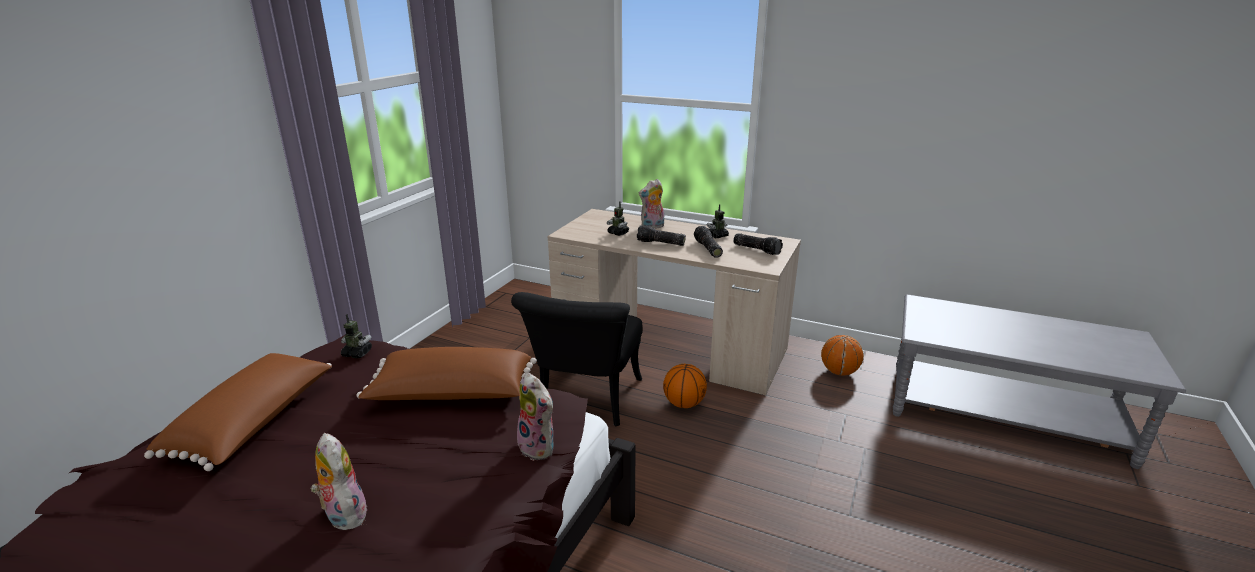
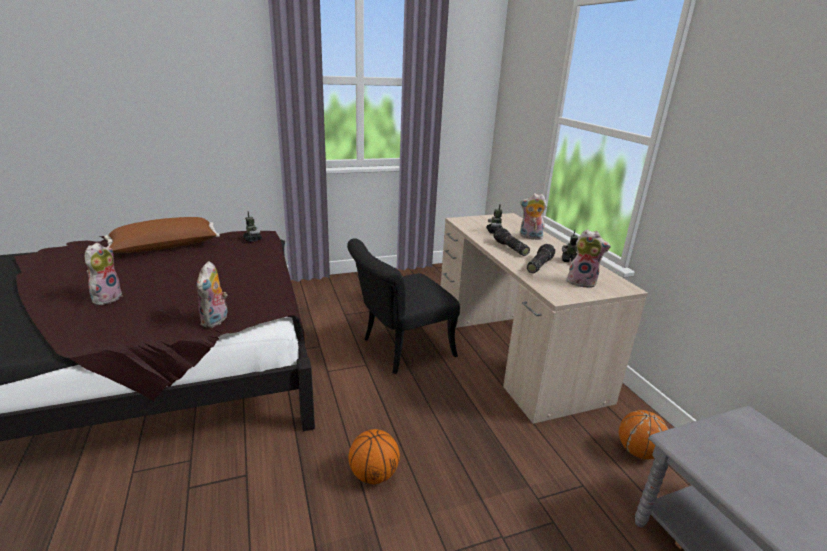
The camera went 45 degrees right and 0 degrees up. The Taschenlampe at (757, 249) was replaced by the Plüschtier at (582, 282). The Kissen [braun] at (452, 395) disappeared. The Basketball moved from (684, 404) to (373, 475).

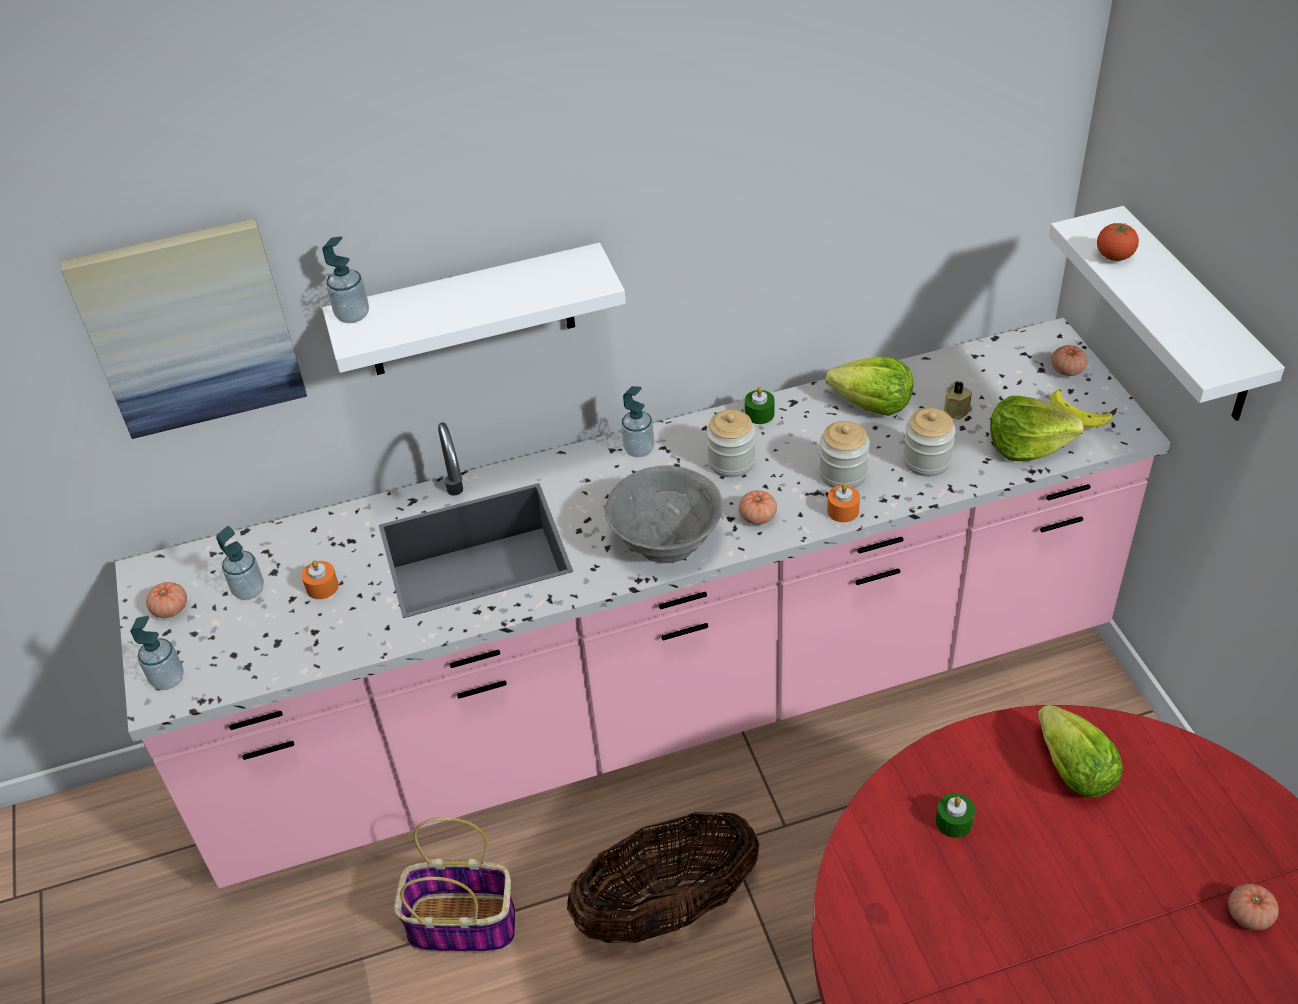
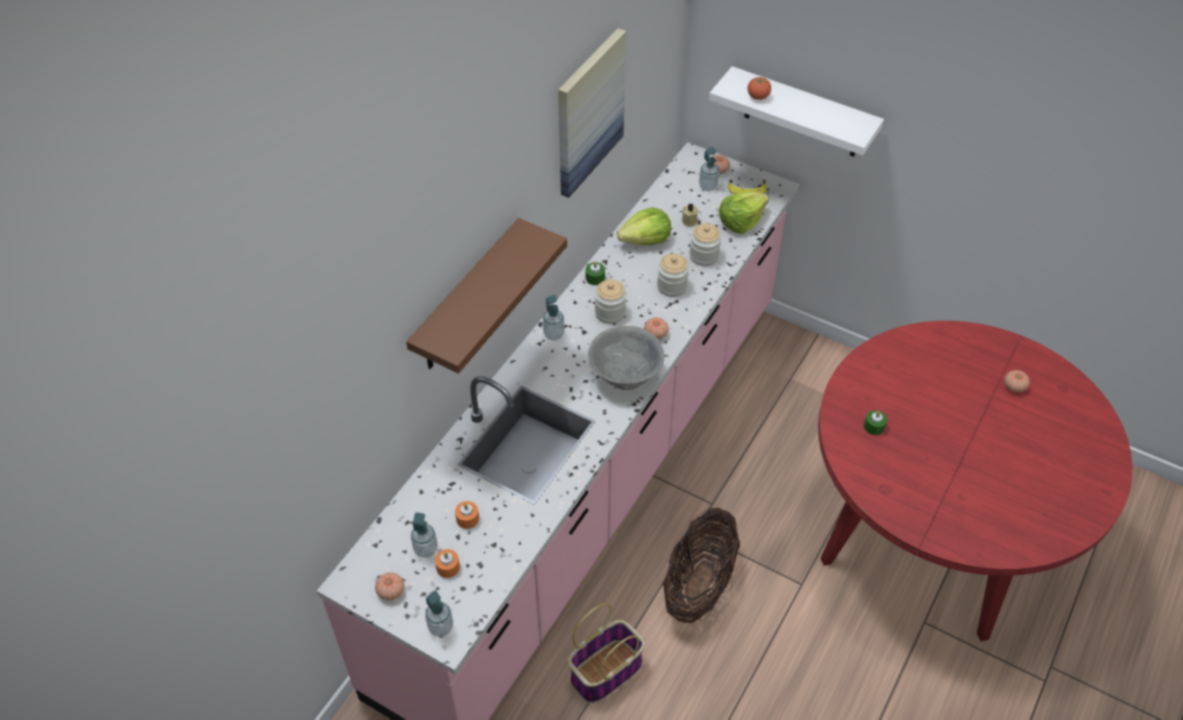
The camera went 45 degrees left and 5 degrees up. The Bild moved from (190, 328) to (588, 112). The Seifenspender moved from (352, 315) to (708, 186). The Wandregal [weiß] at (470, 312) became the Wandregal [braun] at (467, 299). The Kerze [orange] moved from (843, 511) to (448, 567). The Salatkopf at (1074, 771) disappeared.

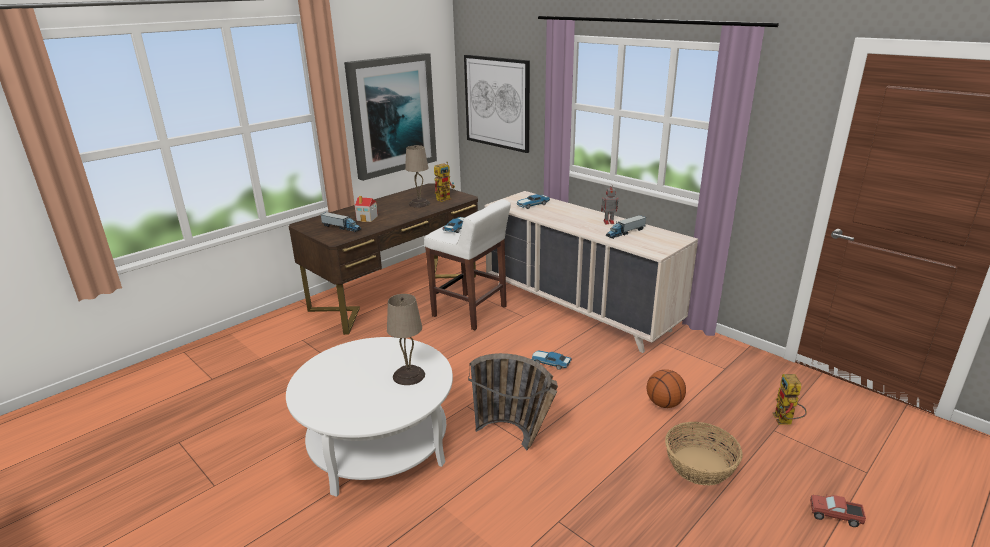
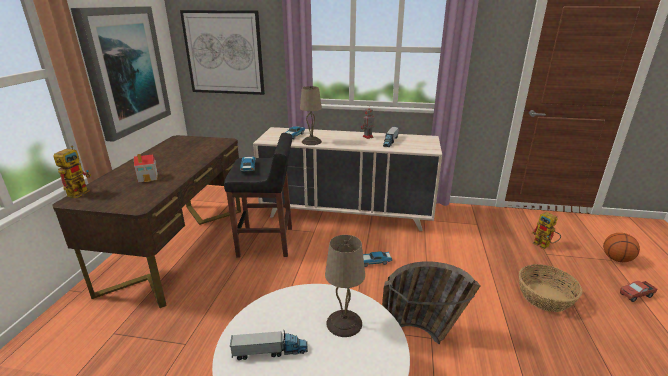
The camera went 35 degrees left and 0 degrees up. The Tischlampe [beige] moved from (419, 204) to (311, 142). The Spielzeugroboter moved from (445, 198) to (80, 191). The Hocker [weiß] at (470, 312) became the Hocker [schwarz] at (267, 242). The Spielzeuglaster moved from (341, 227) to (270, 351). The Basketball moved from (664, 403) to (616, 259).

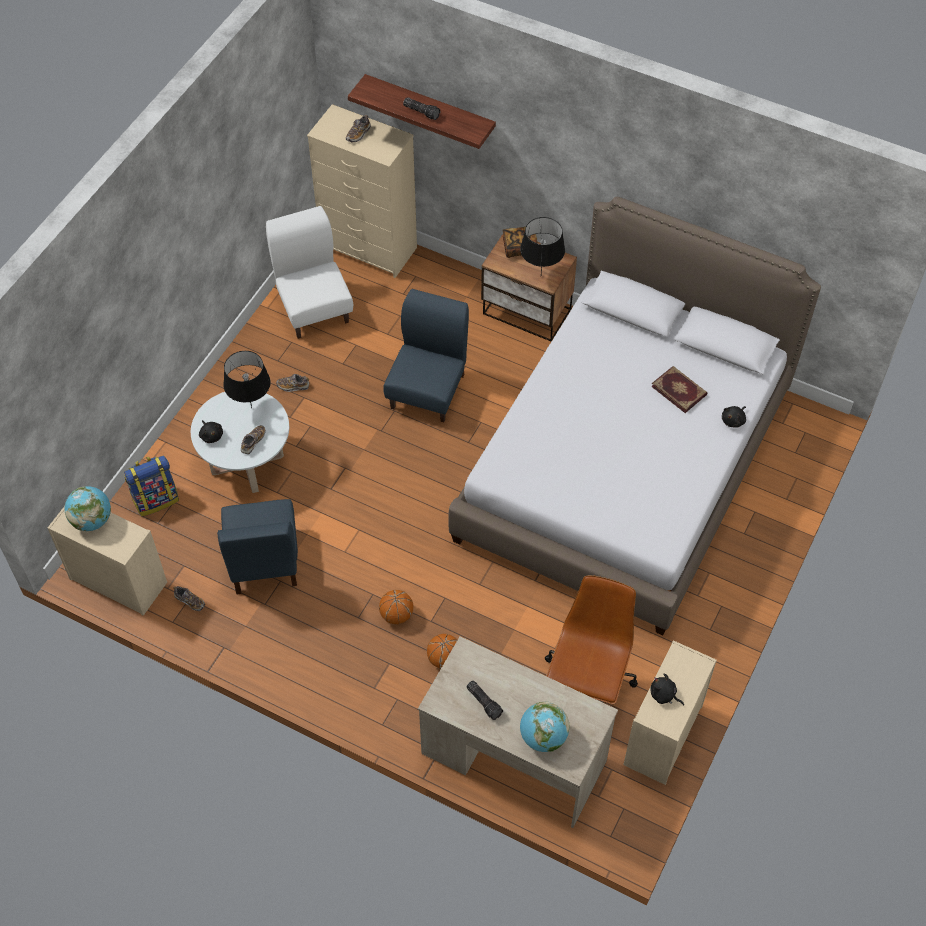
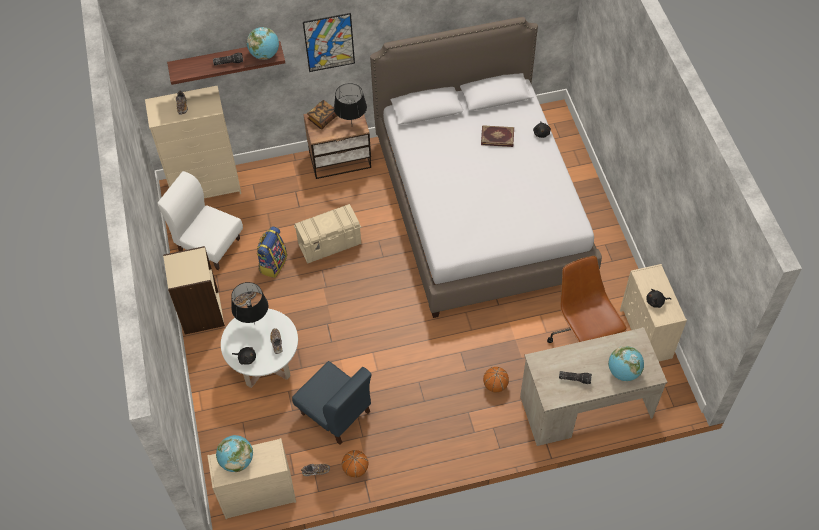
The camera went 40 degrees left and 0 degrees up. The Stuhl [blau] at (428, 391) was replaced by the Aufbewahrungsbox [beige] at (330, 244). The Rucksack moved from (156, 499) to (273, 263). The Basketball moved from (396, 615) to (355, 469). The Bild at (329, 42) appeared. The Globus at (265, 55) appeared. The Bücherregal [beige] at (201, 313) appeared.

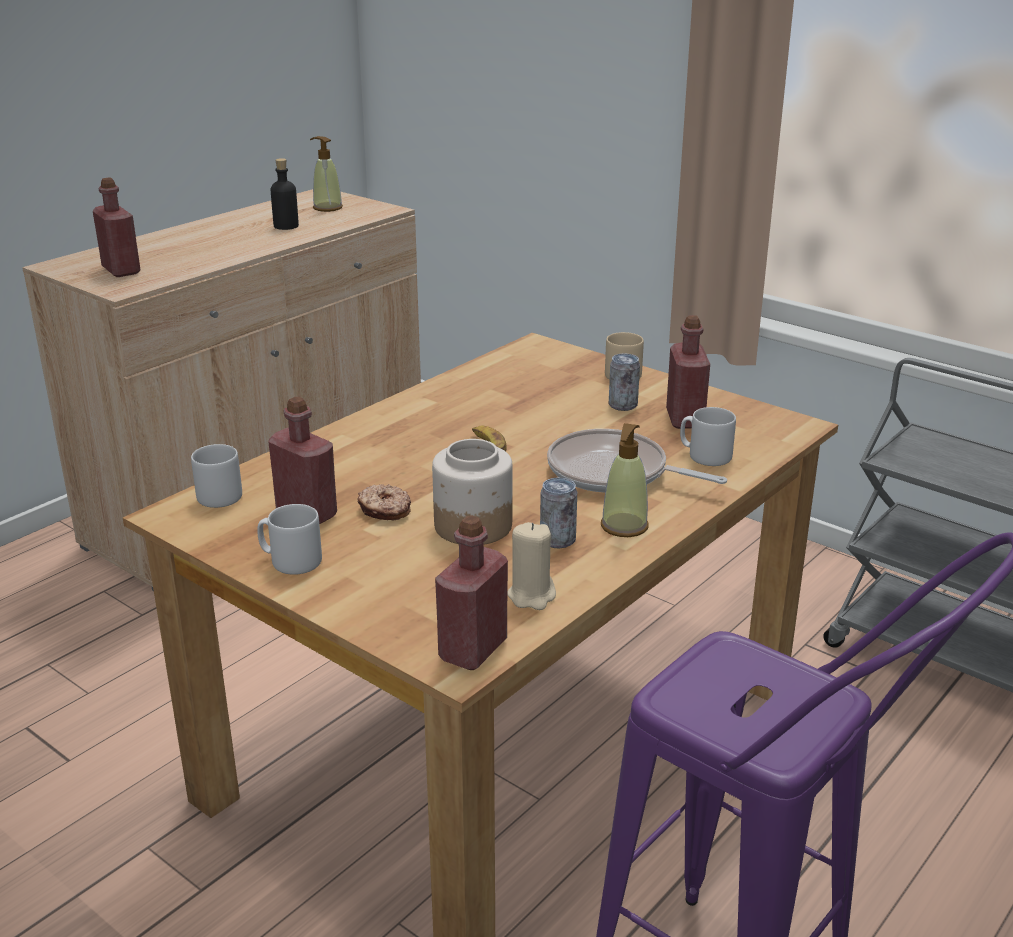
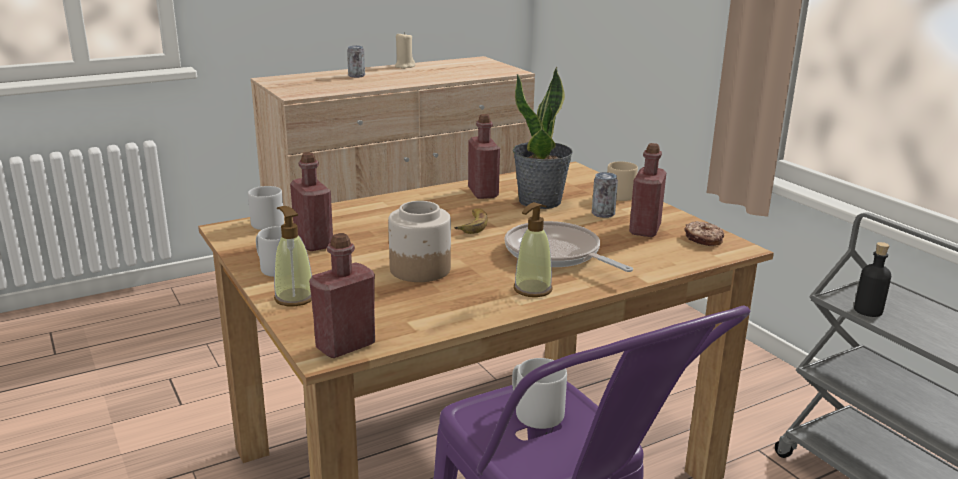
The camera went 20 degrees right and 5 degrees down. The Seifenspender moved from (327, 208) to (294, 298). The Flasche [schwarz] moved from (286, 226) to (868, 310). The Flasche [rot] moved from (121, 270) to (483, 193). The Henkelbecher [grau] moved from (705, 456) to (535, 412). The Dose moved from (557, 540) to (356, 76). The Donut moved from (385, 510) to (703, 239). The Kerze [beige] moved from (532, 596) to (404, 66). The Topfpflanze at (540, 201) appeared.

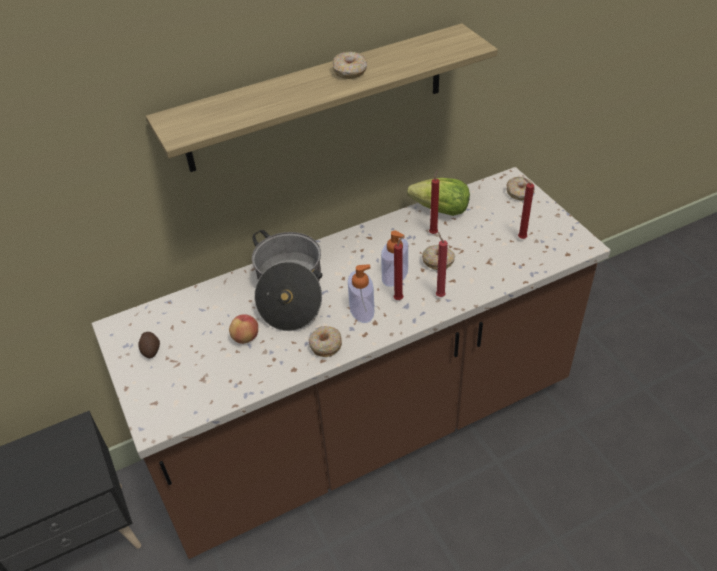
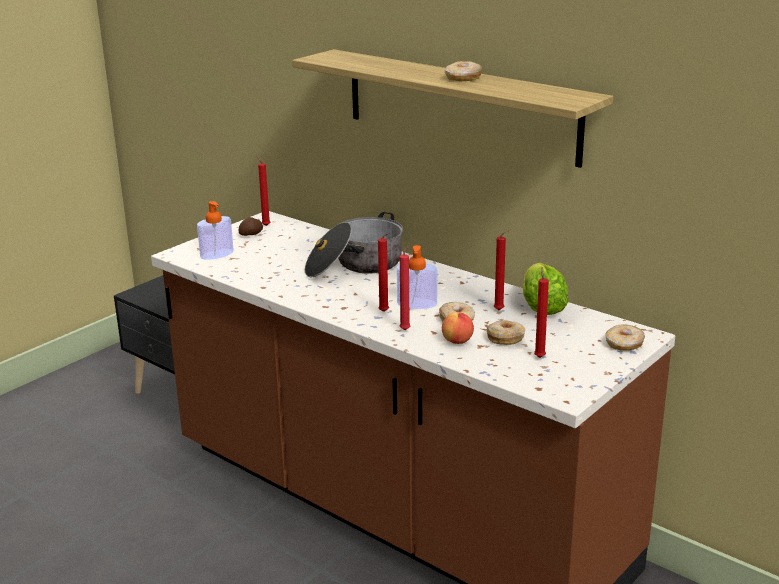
The camera went 65 degrees right and 20 degrees down. The Seifenspender moved from (361, 310) to (217, 254). The Apfel moved from (245, 337) to (457, 341). The Donut moved from (325, 345) to (505, 338). The Kerze [rot] at (265, 225) appeared.

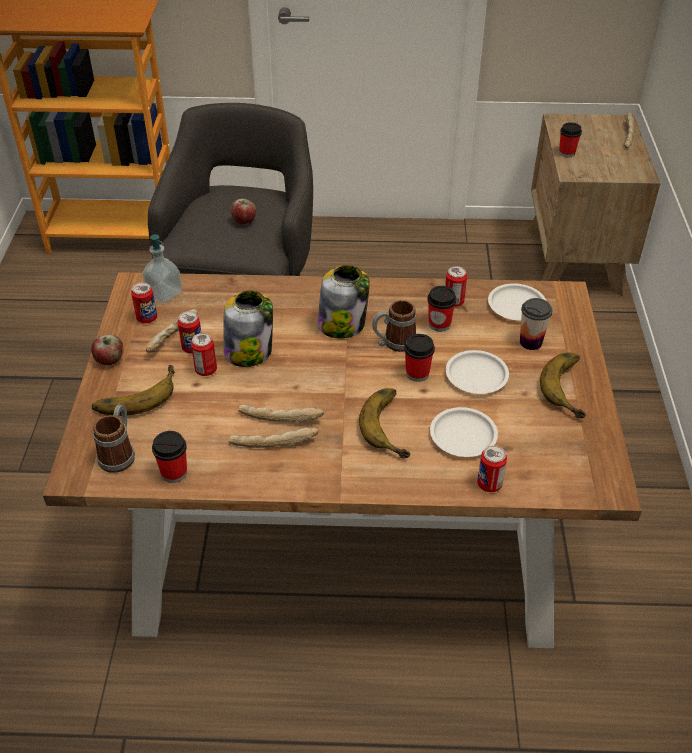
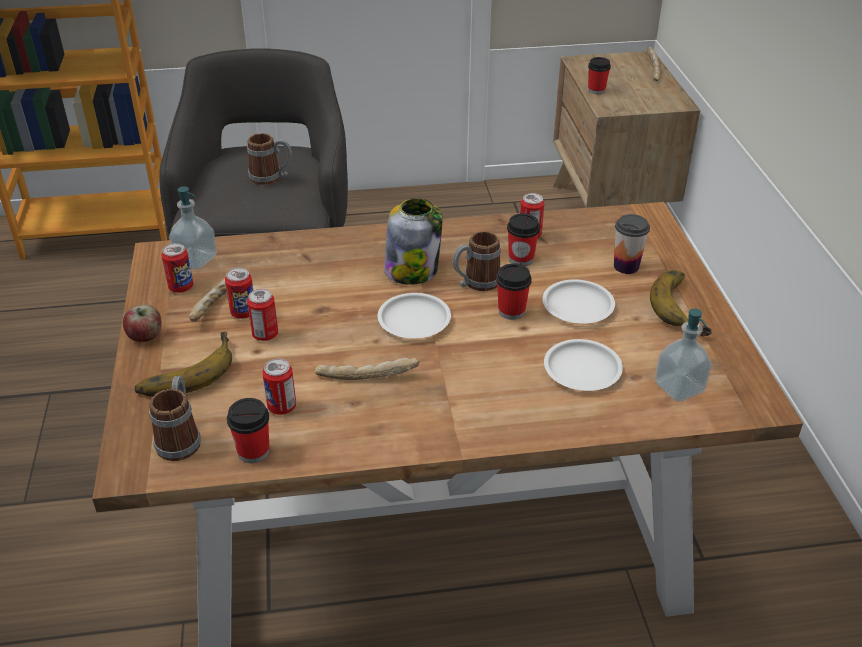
The camera went 10 degrees left and 5 degrees down. The Apfel at (244, 221) was replaced by the Henkelbecher at (271, 178). The Teller [weiß] moved from (516, 306) to (414, 321). The Vorratsglas at (249, 351) disappeared. The Banane at (393, 425) disappeared. The Brot at (273, 442) disappeared. The Dose moved from (489, 484) to (282, 407). The Seifenspender at (679, 388) appeared.

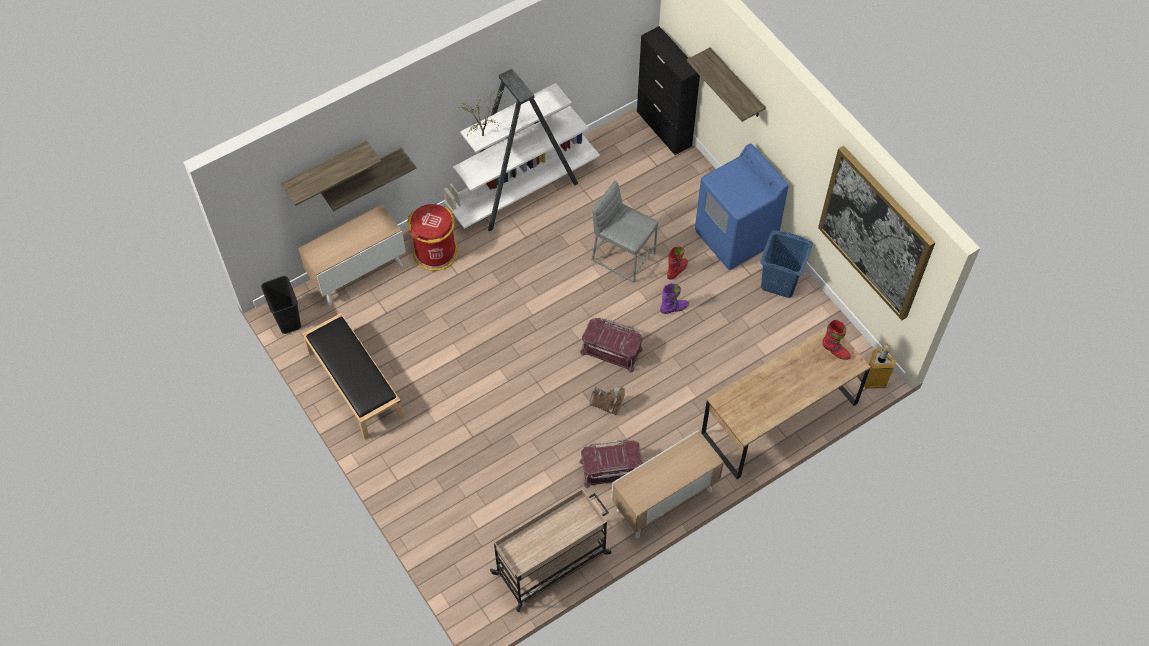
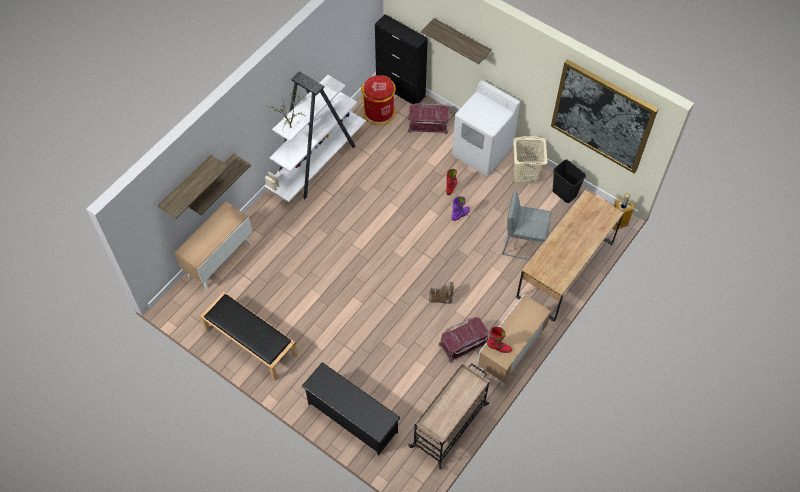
The camera went 20 degrees left and 0 degrees up. The Waschmaschine [blau] at (735, 237) became the Waschmaschine [weiß] at (482, 152). The Hocker [grau] moved from (623, 256) to (523, 244). The Mülleimer [rot] moved from (435, 252) to (379, 112). The Wäschekorb [blau] at (780, 281) became the Wäschekorb [beige] at (526, 173). The Mülleimer [schwarz] moved from (288, 320) to (564, 193). The Aufbewahrungsbox [rot] moved from (612, 350) to (428, 124). The Stiefel [rot] moved from (835, 351) to (499, 347). The Schuhregal [schwarz] at (352, 418) appeared.

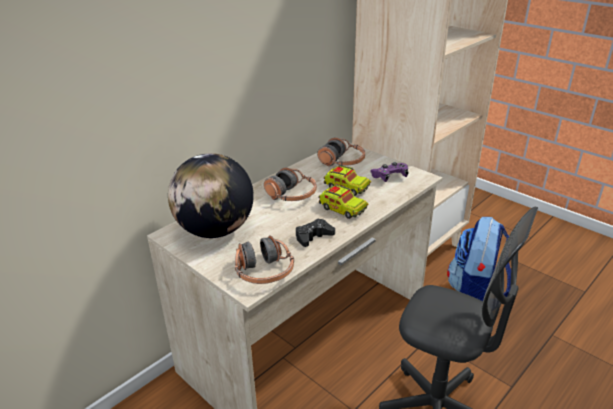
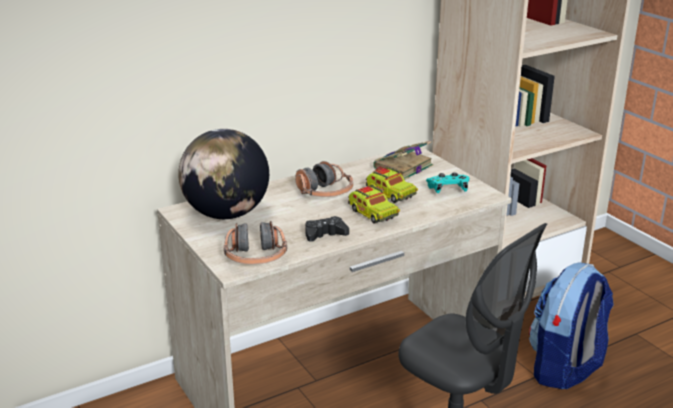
The camera went 15 degrees right and 5 degrees down. The Kopfhörer at (342, 162) was replaced by the Buch at (402, 167). The Gamepad [lila] at (389, 177) became the Gamepad [türkis] at (447, 190).

